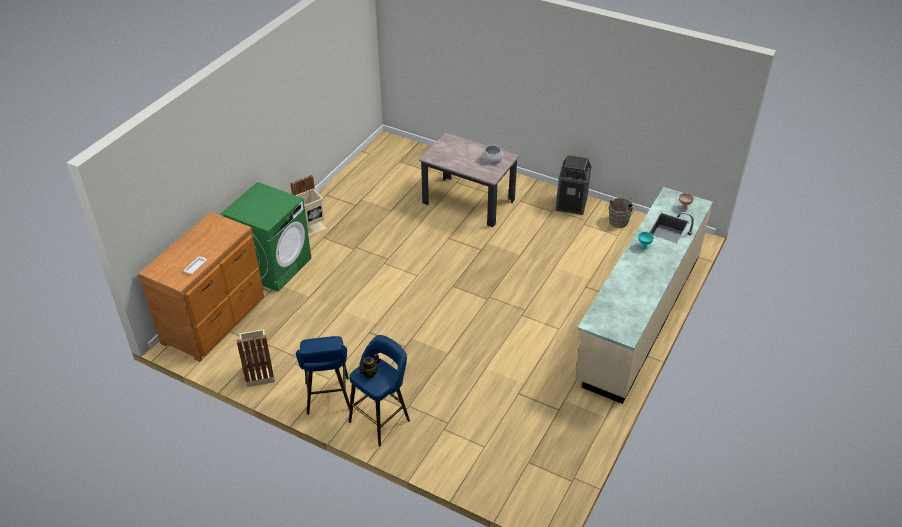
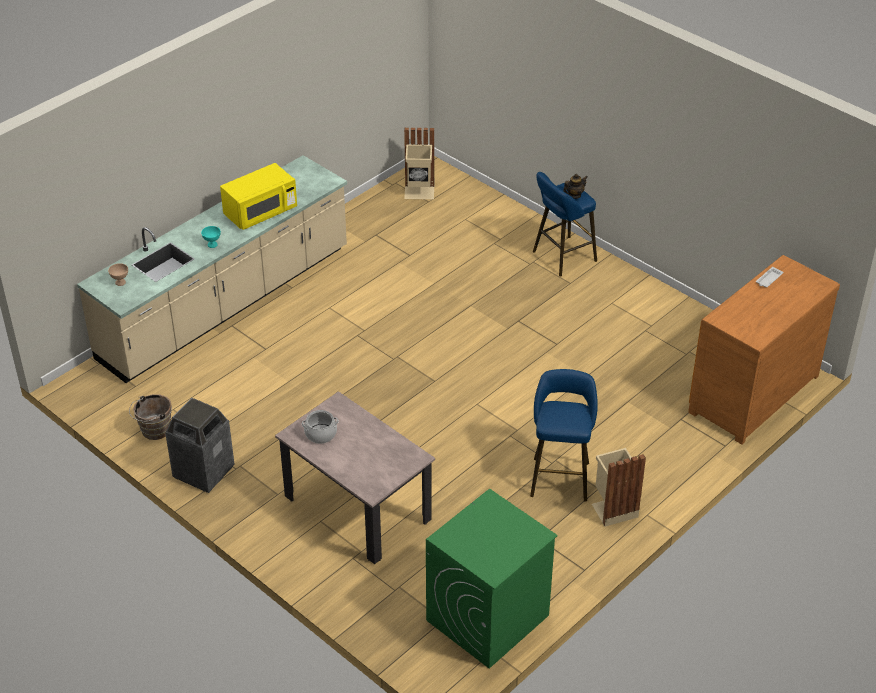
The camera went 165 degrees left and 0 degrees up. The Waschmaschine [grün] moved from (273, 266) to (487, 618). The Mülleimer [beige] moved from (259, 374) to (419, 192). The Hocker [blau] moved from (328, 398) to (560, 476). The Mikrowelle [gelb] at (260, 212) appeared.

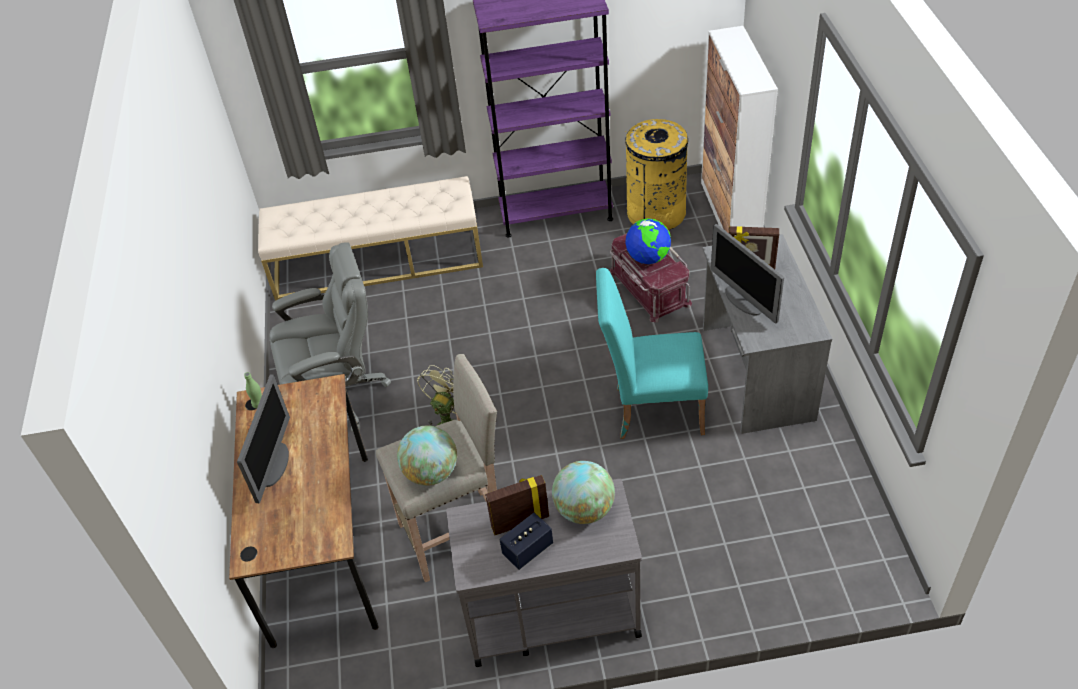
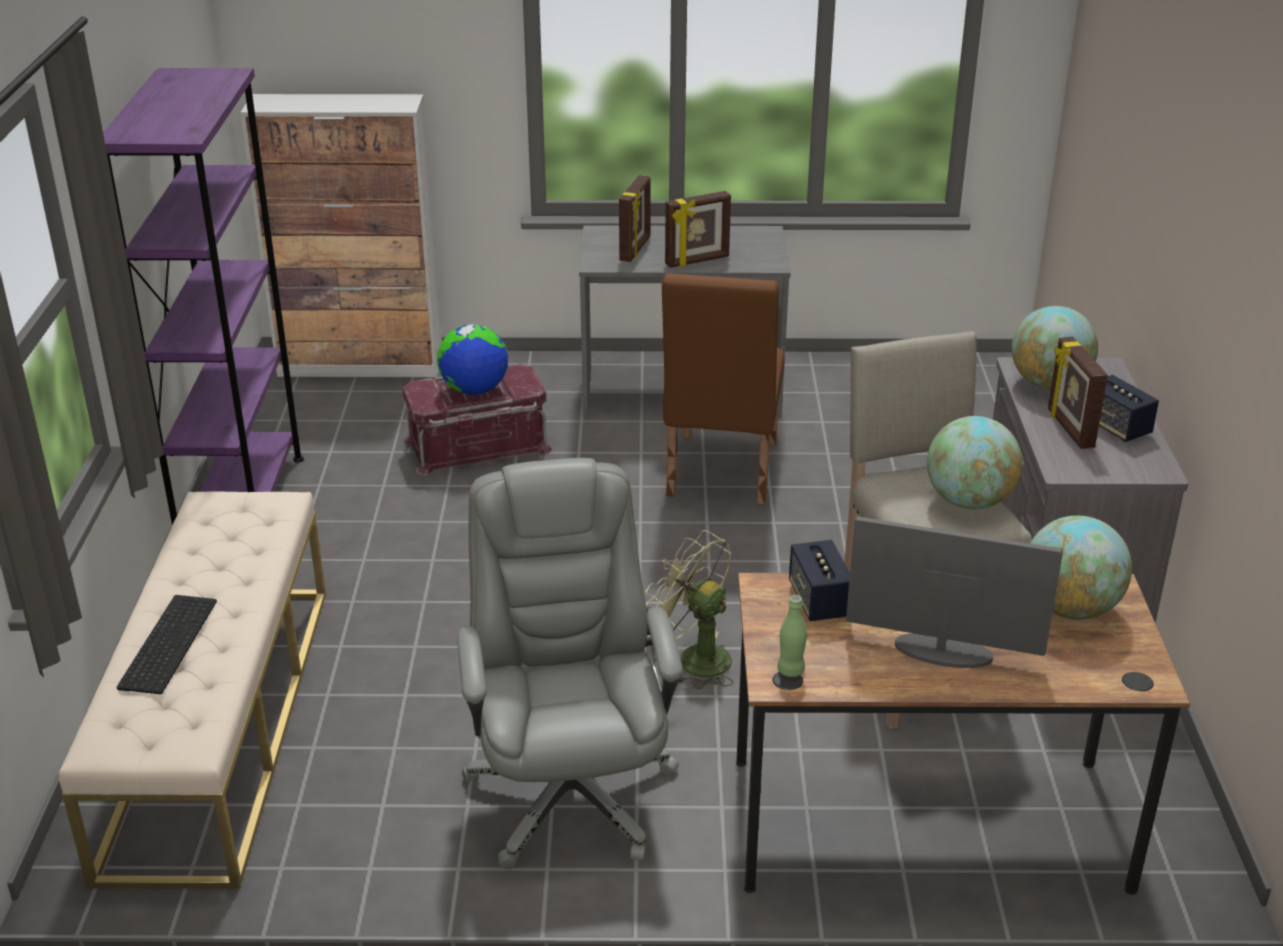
The camera went 85 degrees left and 15 degrees down. The Mülleimer [gelb] at (656, 213) disappeared. The Monitor at (743, 301) was replaced by the Bilderrahmen at (697, 261). The Stuhl [türkis] at (651, 410) became the Stuhl [braun] at (719, 475). The Globus at (1070, 609) appeared. The Lautsprecher at (819, 601) appeared. The Tastatur at (166, 642) appeared.

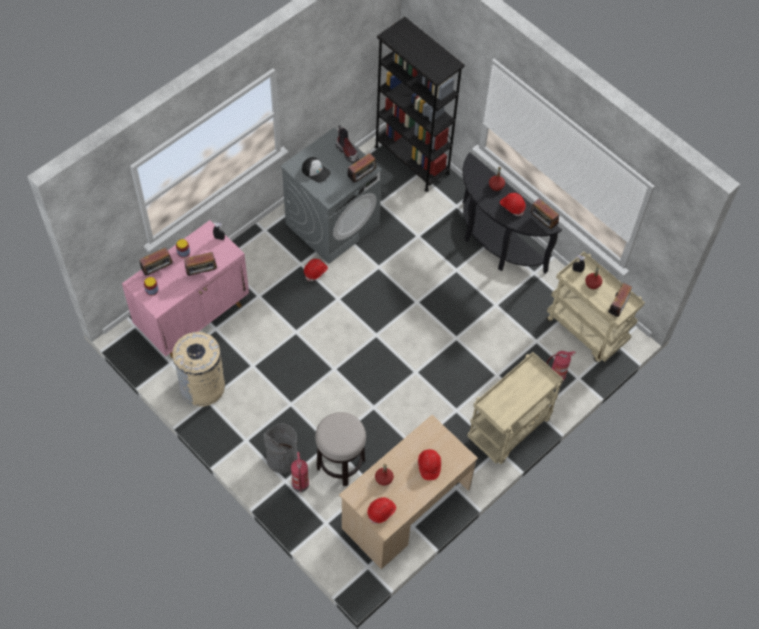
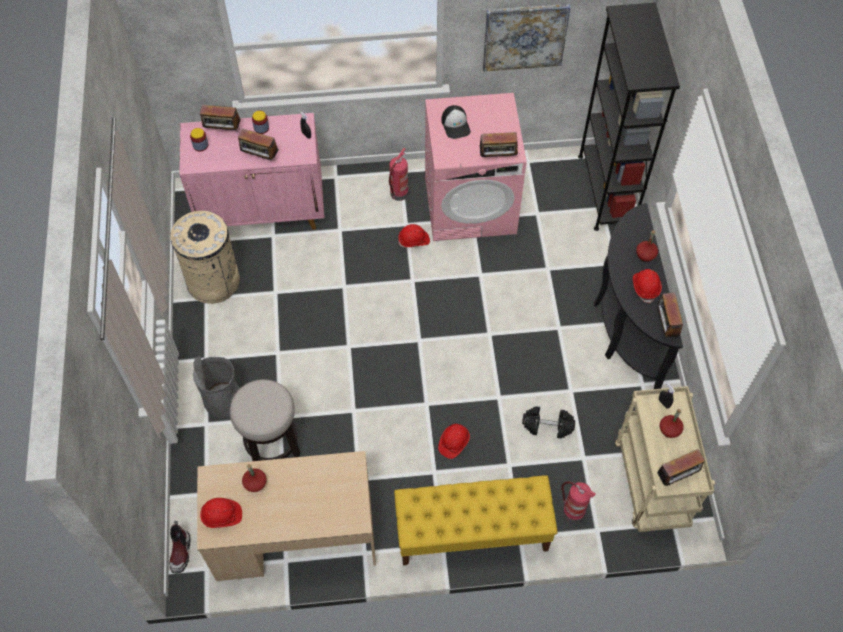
The camera went 40 degrees right and 0 degrees up. The Stiefel moved from (347, 151) to (180, 552). The Waschmaschine [grau] at (332, 224) became the Waschmaschine [rosa] at (470, 205). The Rollwagen [beige] at (509, 430) was replaced by the Bank [gelb] at (471, 532). The Schutzhelm [rot] moved from (429, 466) to (453, 442). The Feuerlöscher moved from (300, 485) to (399, 194). The Bild at (524, 36) appeared. The Hantel [schwarz] at (547, 426) appeared.

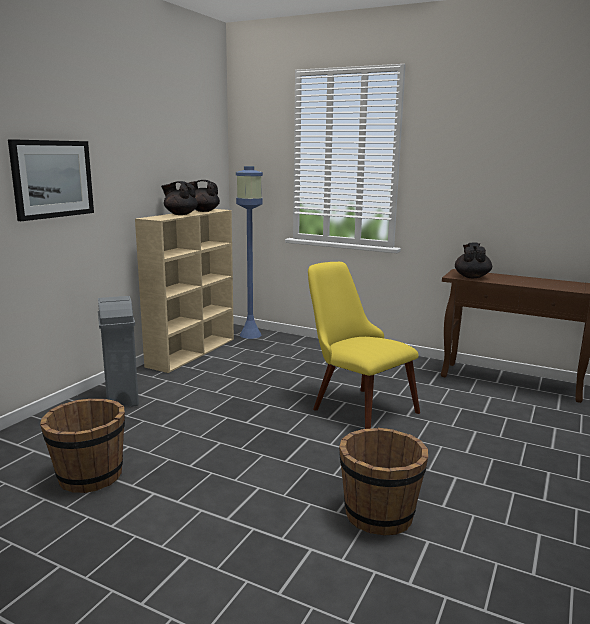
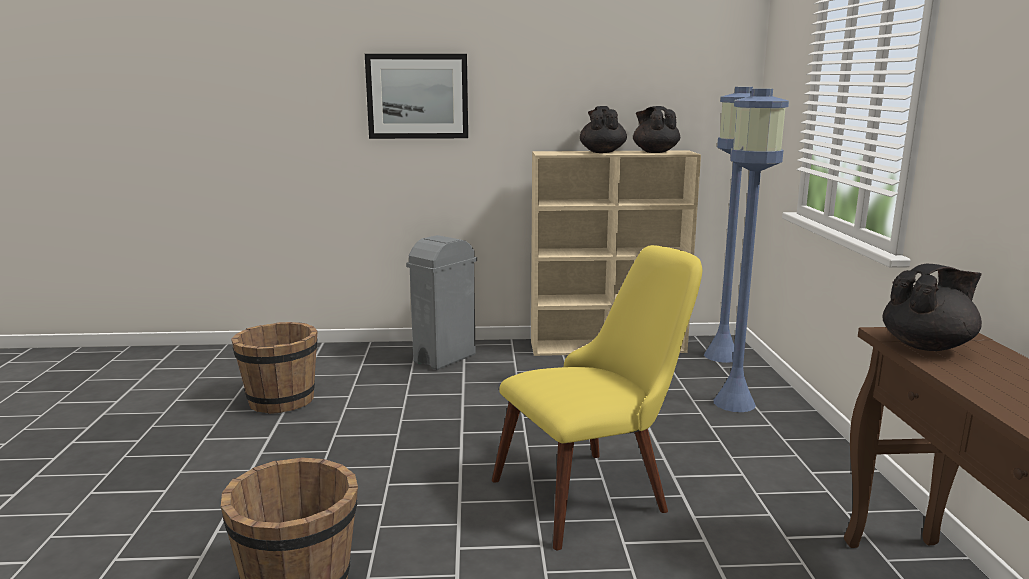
The camera went 60 degrees right and 0 degrees up. The Stuhl [gelb] at (355, 407) turned 45 degrees clockwise. The Stehlampe [blau] at (735, 403) appeared.

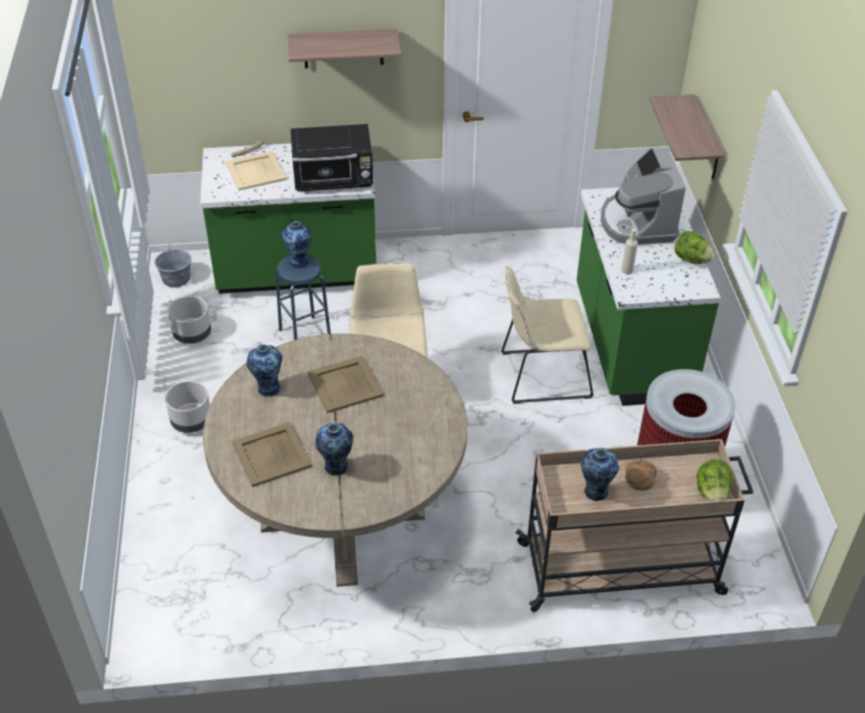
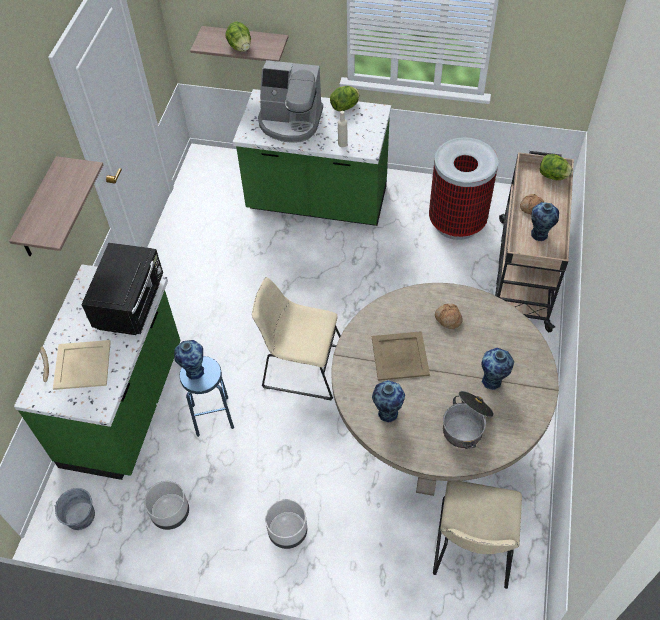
The camera went 70 degrees left and 10 degrees up. The Stuhl [beige] moved from (541, 375) to (473, 547). The Tablett [beige] at (272, 454) was replaced by the Kochtopf at (466, 424). The Salatkopf at (240, 47) appeared. The Brot at (448, 319) appeared.

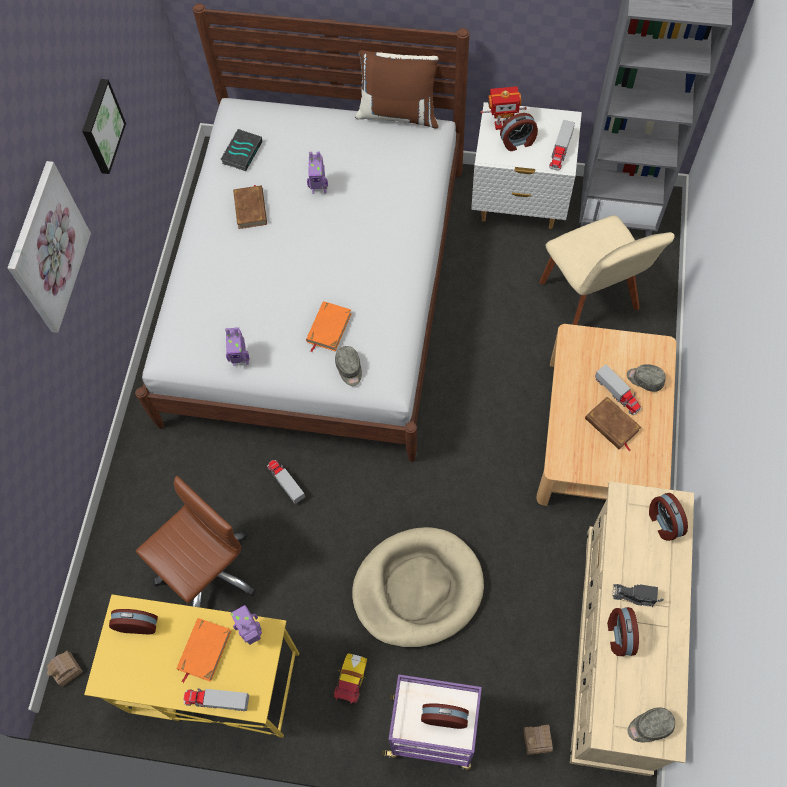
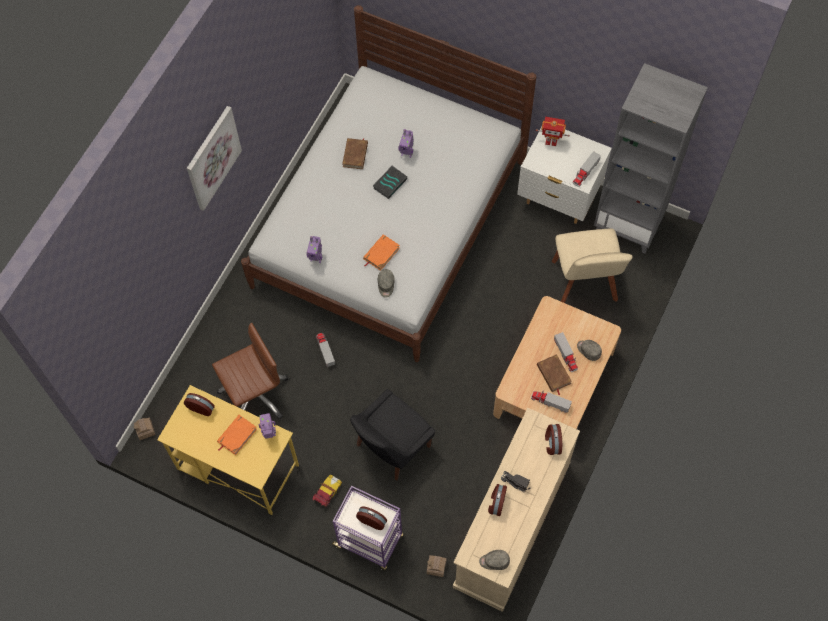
The camera went 15 degrees right and 0 degrees up. The Kissen [braun] at (398, 113) disappeared. The Bild at (101, 126) disappeared. The Wecker at (518, 142) disappeared. The Buch moved from (241, 152) to (389, 183). The Hundebett [beige] at (417, 588) was replaced by the Stuhl [schwarz] at (391, 447). The Spielzeuglaster moved from (216, 700) to (550, 402).

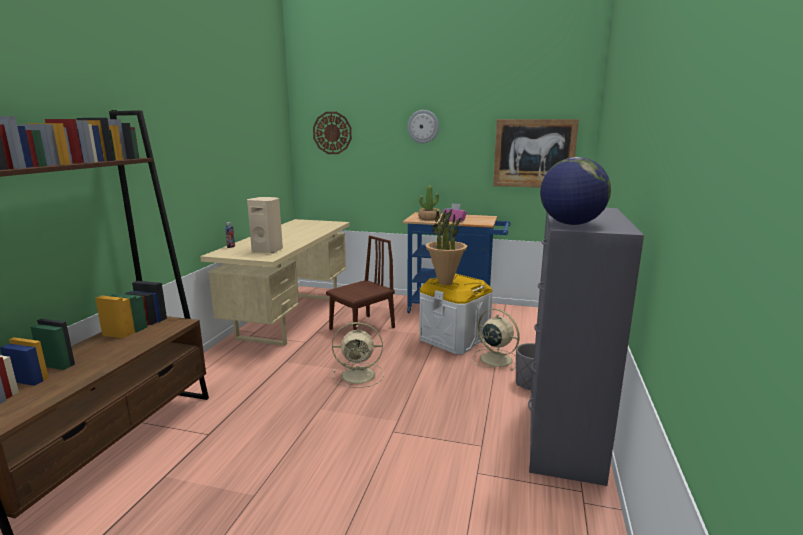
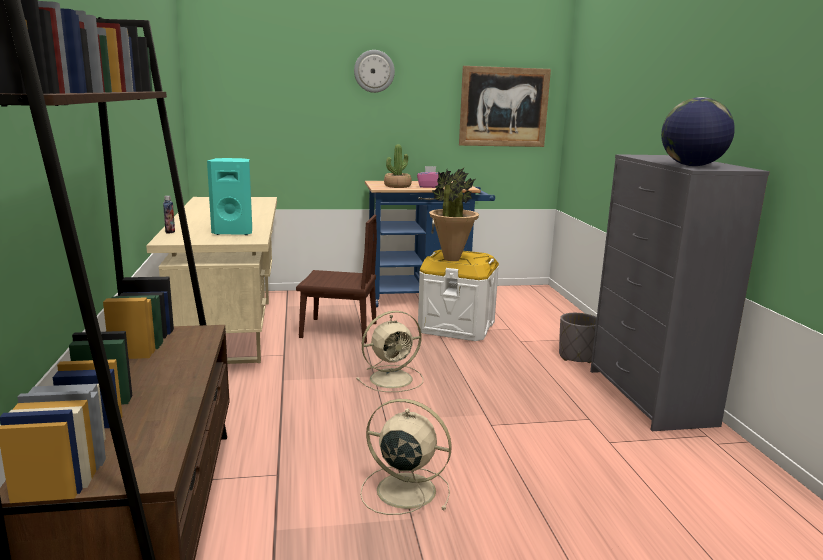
The camera went 25 degrees left and 0 degrees up. The Wanduhr at (332, 133) disappeared. The Lautsprecher [beige] at (268, 250) became the Lautsprecher [türkis] at (234, 232). The Stuhl [braun] at (362, 328) turned 75 degrees clockwise. The Ventilator [beige] moved from (494, 359) to (403, 490).

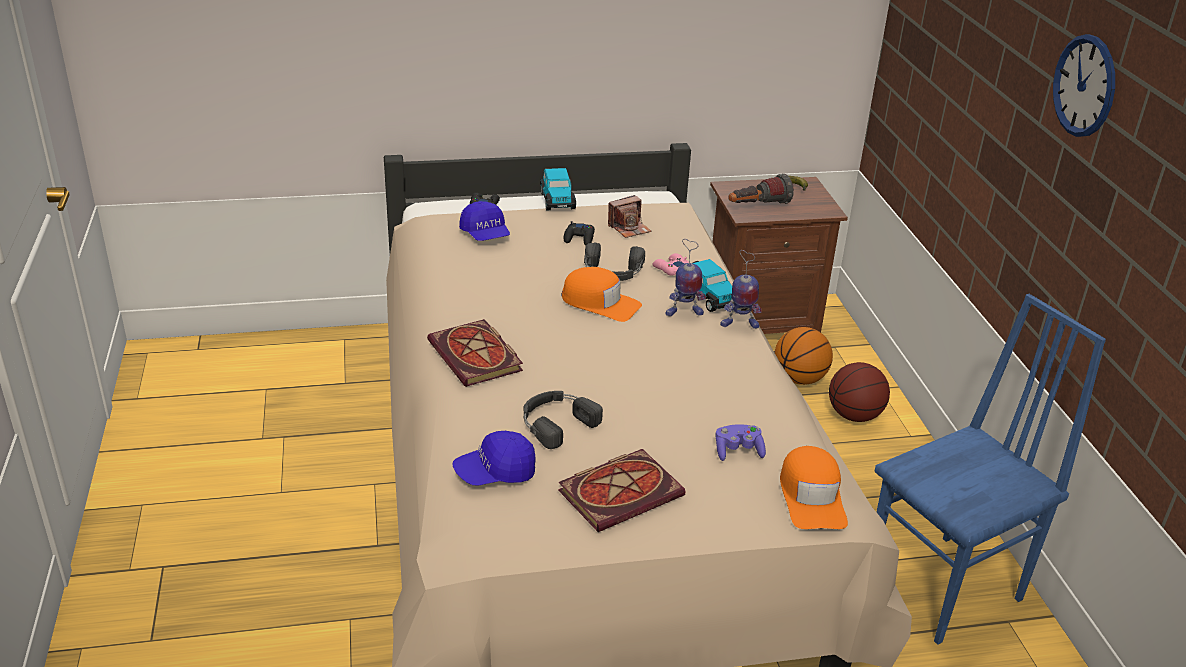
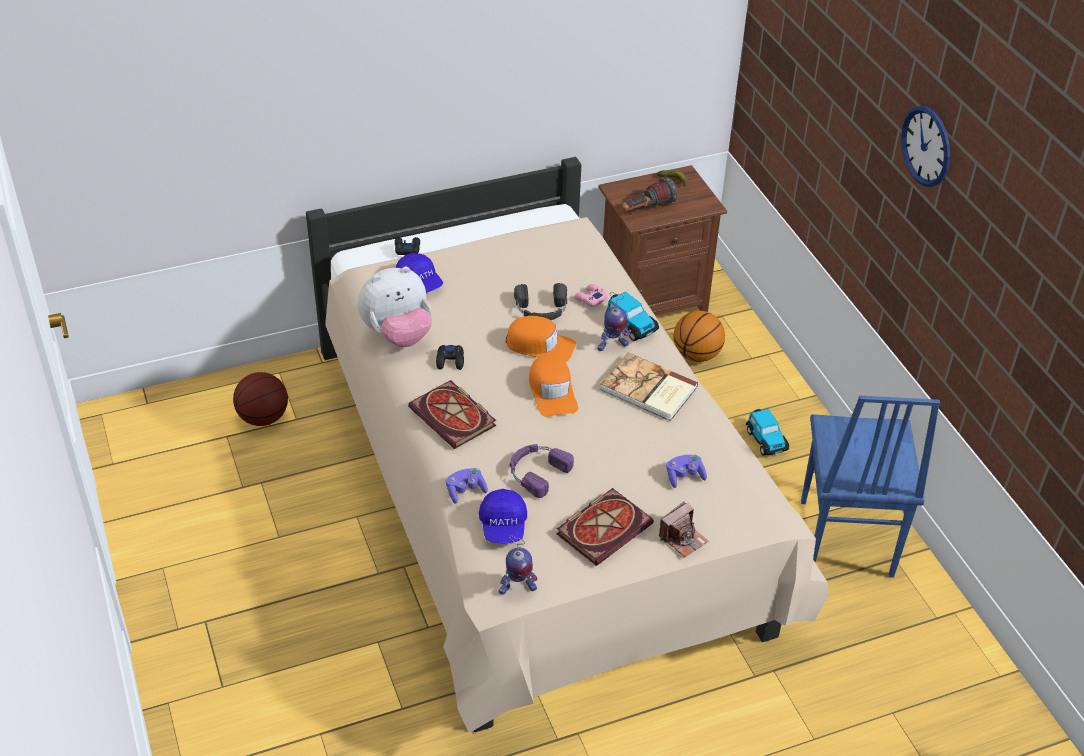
The camera went 10 degrees left and 10 degrees up. The Spielzeugauto moved from (557, 200) to (766, 439). The Kamera moved from (629, 228) to (683, 538). The Gamepad [schwarz] moved from (579, 238) to (450, 360). The Spielzeugroboter moved from (739, 324) to (517, 588). The Stuhl [blau] at (945, 589) turned 135 degrees clockwise. The Basketball moved from (854, 415) to (263, 418). The Kopfhörer [schwarz] at (556, 422) became the Kopfhörer [lila] at (536, 471). The Kappe [blau] at (495, 473) turned 60 degrees counterclockwise. The Kappe [orange] moved from (812, 497) to (552, 391). The Plüschtier at (398, 335) appeared. The Buch at (648, 390) appeared. The Gamepad [lila] at (465, 491) appeared.

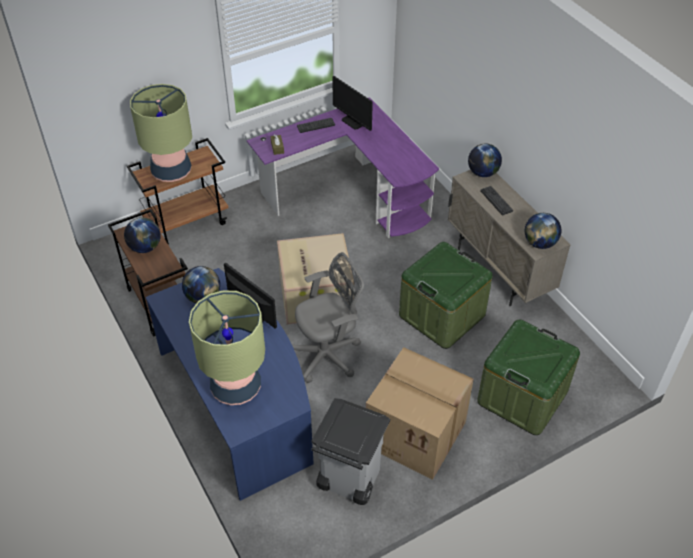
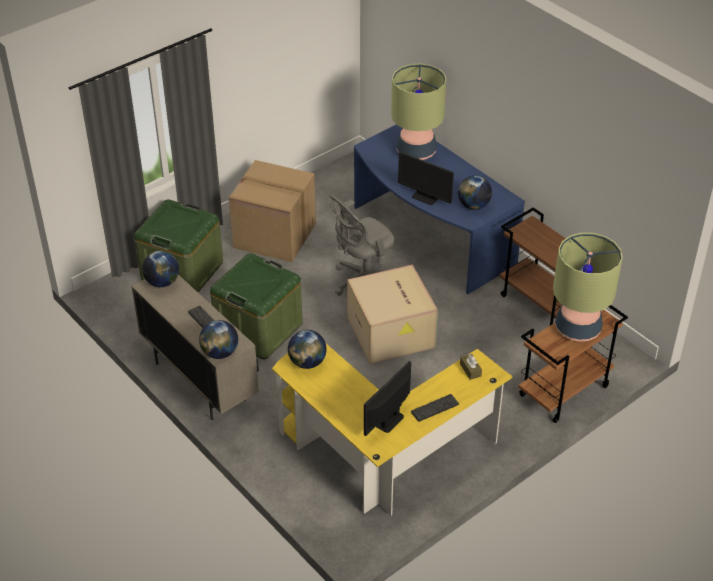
The camera went 170 degrees right and 5 degrees down. The Monitor at (353, 122) turned 90 degrees counterclockwise. The Schreibtisch [lila] at (351, 194) became the Schreibtisch [gelb] at (382, 456). The Globus moved from (145, 247) to (307, 362). The Mülleimer [grau] at (348, 480) disappeared.

